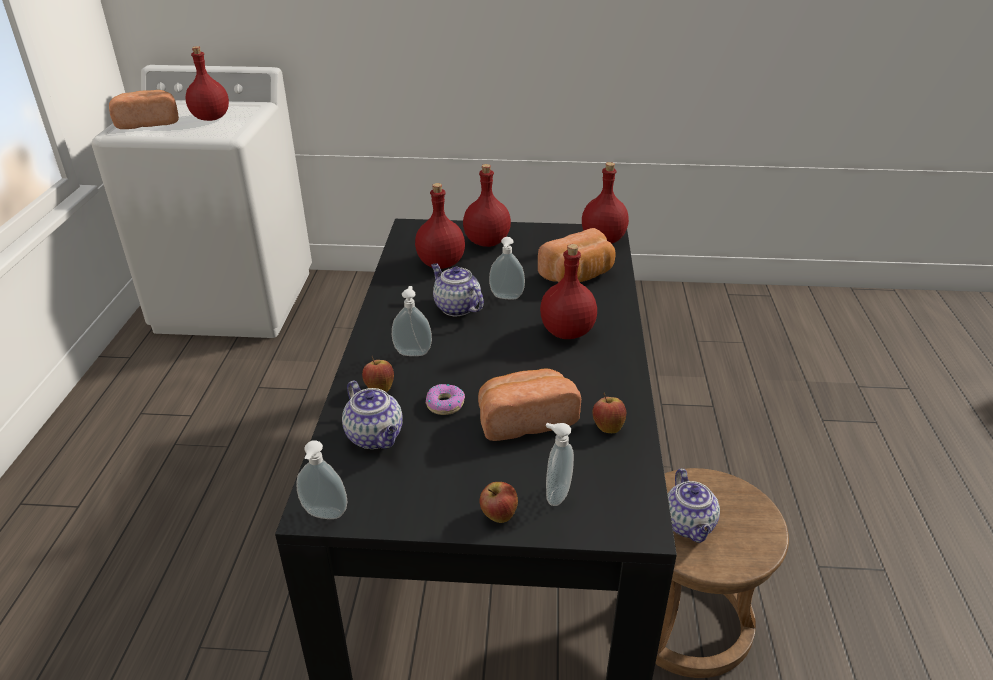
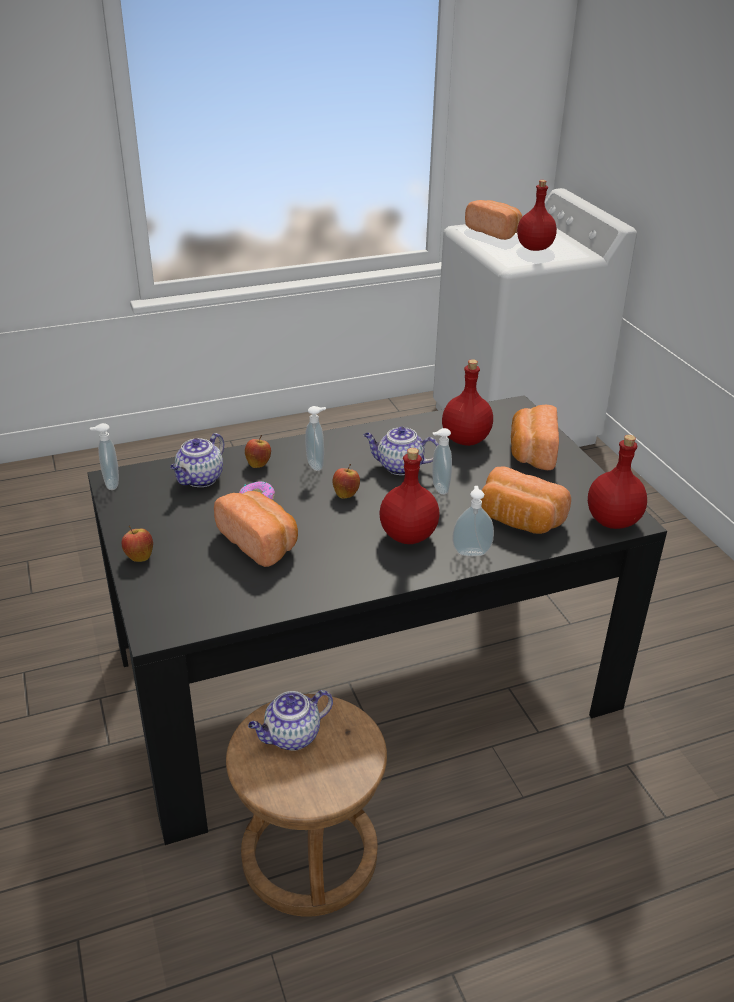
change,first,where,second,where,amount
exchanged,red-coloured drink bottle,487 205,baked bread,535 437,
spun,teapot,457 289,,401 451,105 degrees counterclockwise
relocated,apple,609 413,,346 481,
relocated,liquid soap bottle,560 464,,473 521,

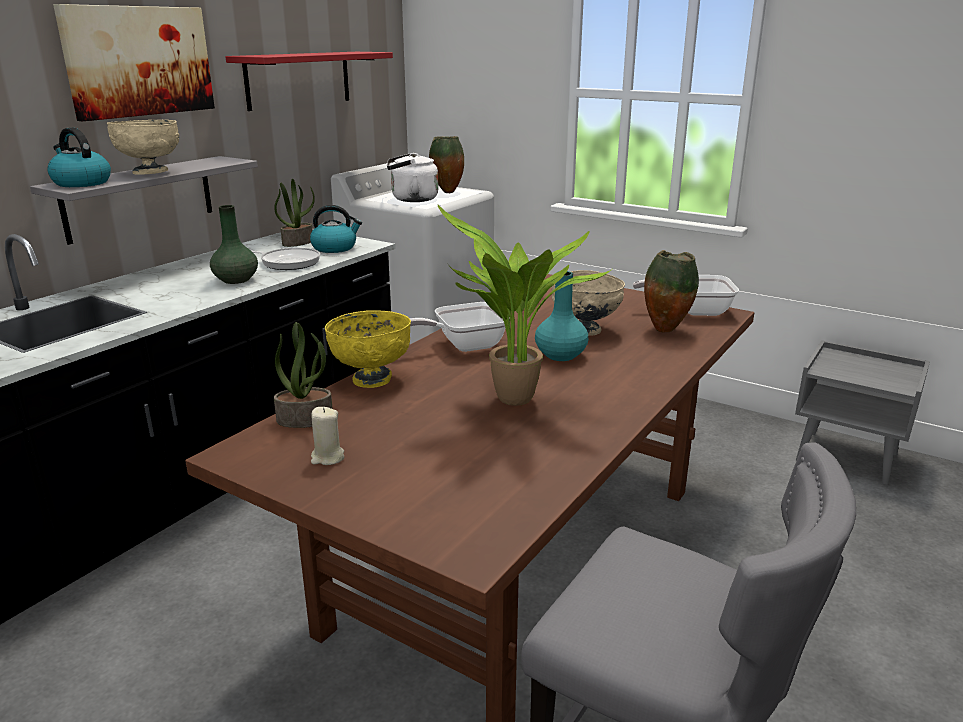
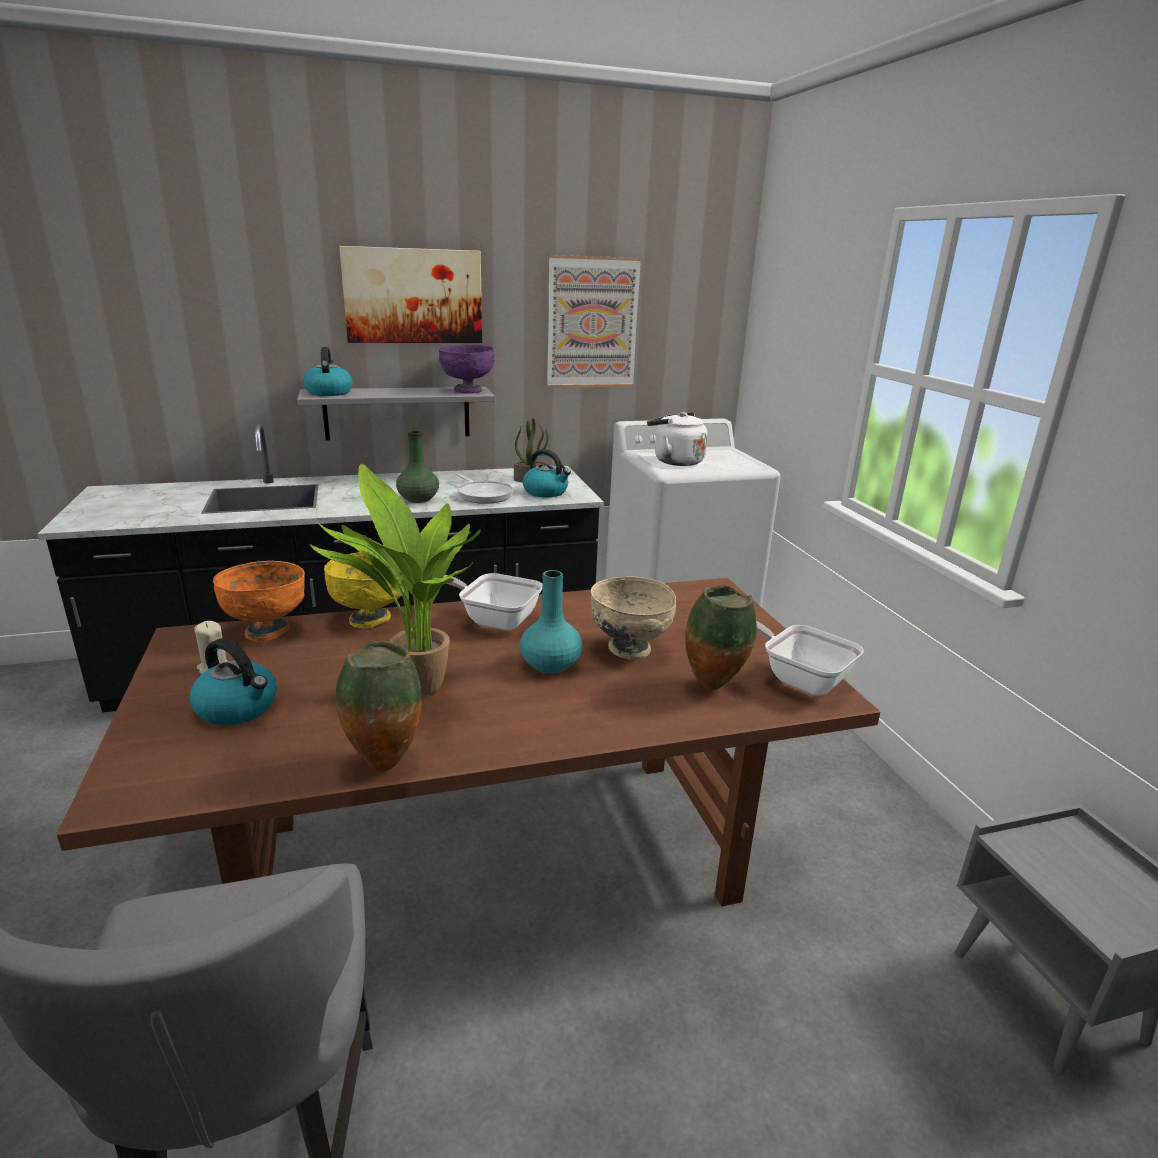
change,first,where,second,where,amount
exchanged,red-coloured wall shelf,309 81,picture,594 321,
missing,beige-coloured deep dish,143 147,,,
relocated,flower vase,446 164,,378 706,
exchanged,plant in a pot,303 375,orange-coloured deep dish,259 601,
appeared,,,purple deep dish,467 369,
appeared,,,kettle,233 681,

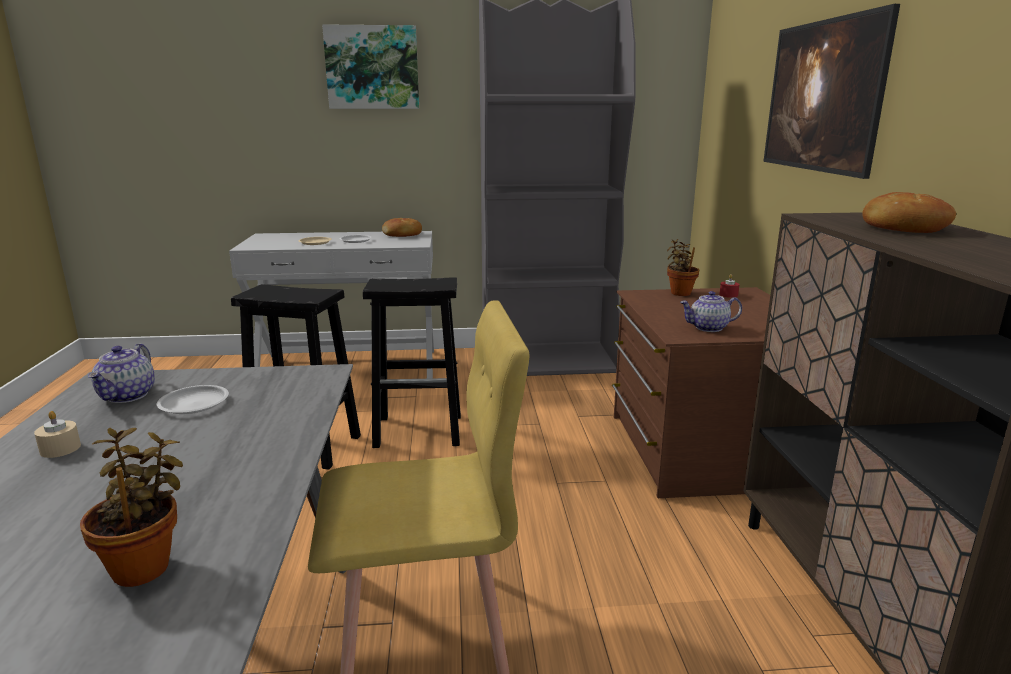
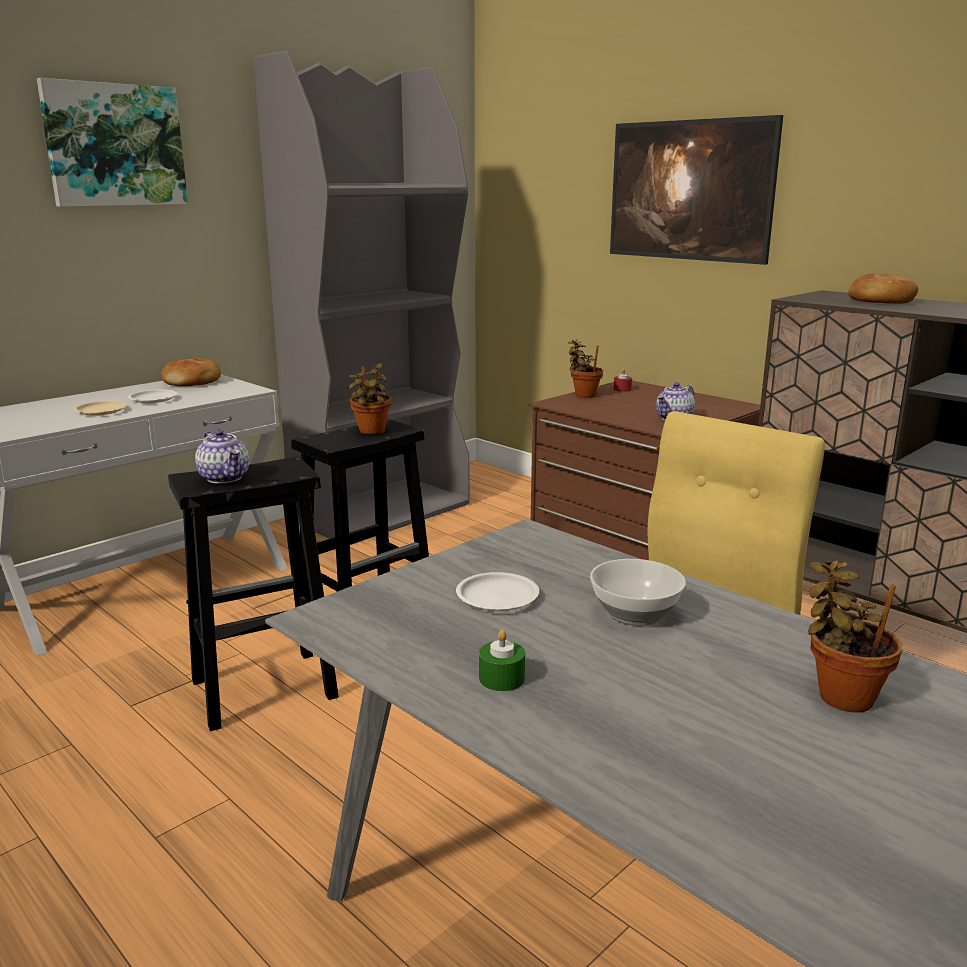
change,first,where,second,where,amount
relocated,teapot,121 373,,222 456,
colour,beige-coloured candle,57 434,greenish candle,502 660,
appeared,,,plant in a pot,369 399,
appeared,,,deep dish,638 592,

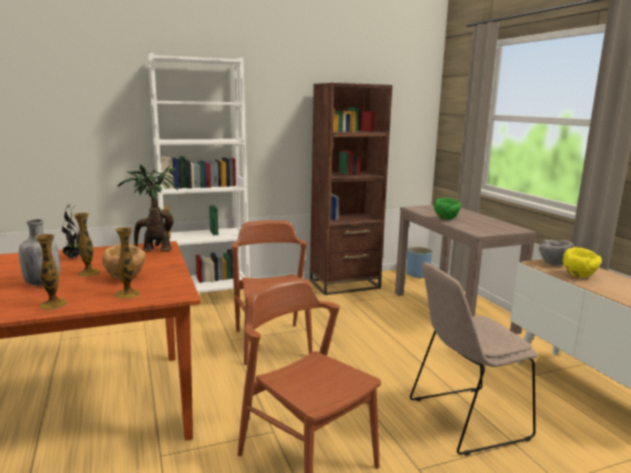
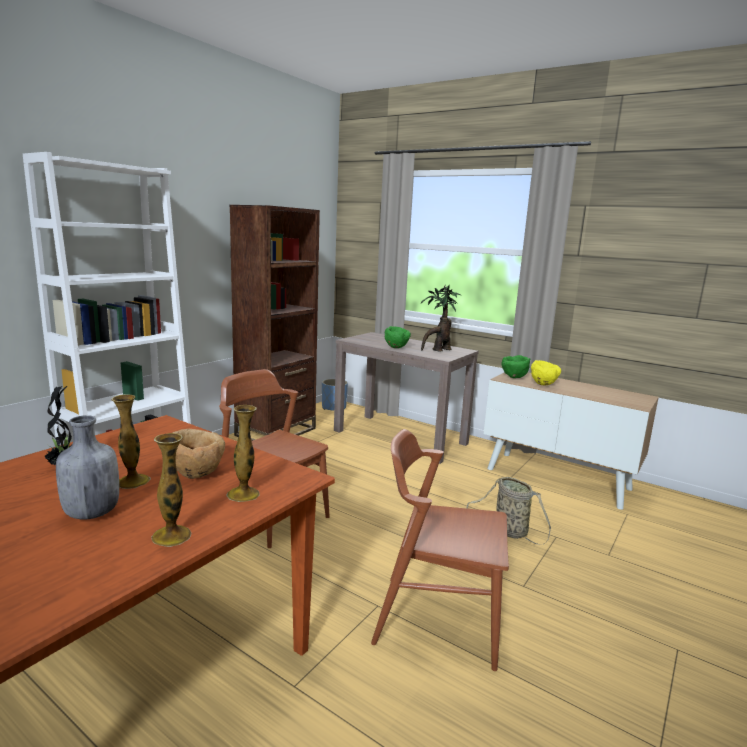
change,first,where,second,where,amount
relocated,plant in a pot,148 208,,441 318,
colour,grey deep dish,556 253,greenish deep dish,516 366,
exchanged,beige-coloured chair,474 359,household basket,509 511,

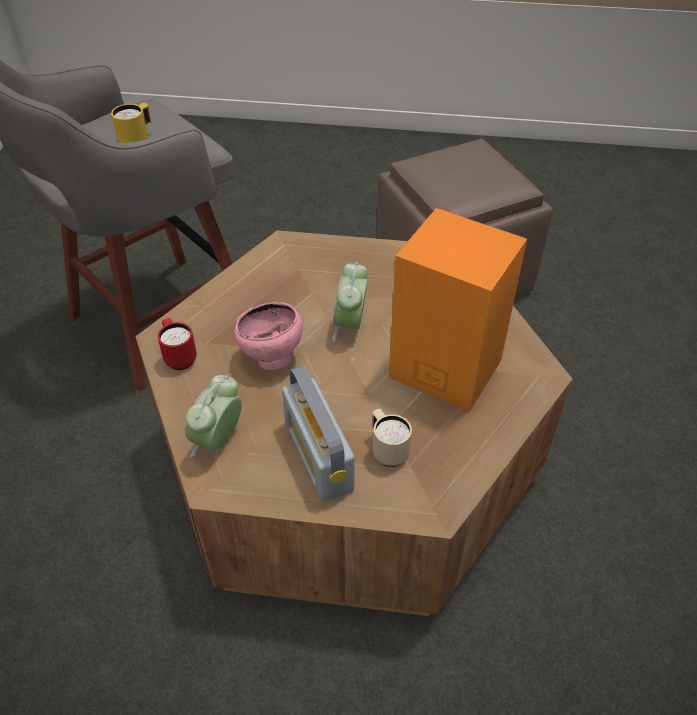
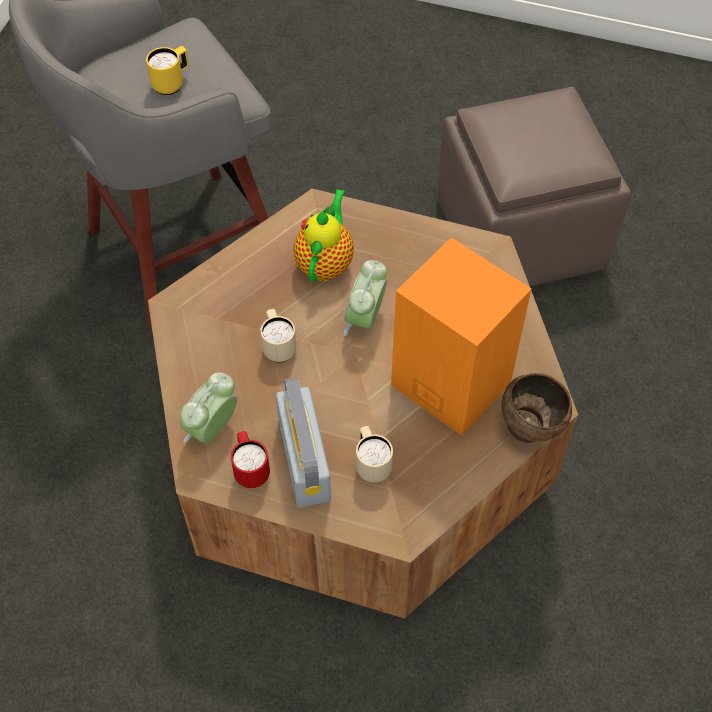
change,first,where,second,where,amount
exchanged,pink-coloured deep dish,268 336,beige-coloured tea mug,278 336,
relocated,red-coloured tea mug,177 344,,250 459,
appeared,,,teapot,323 235,
appeared,,,brown deep dish,536 408,

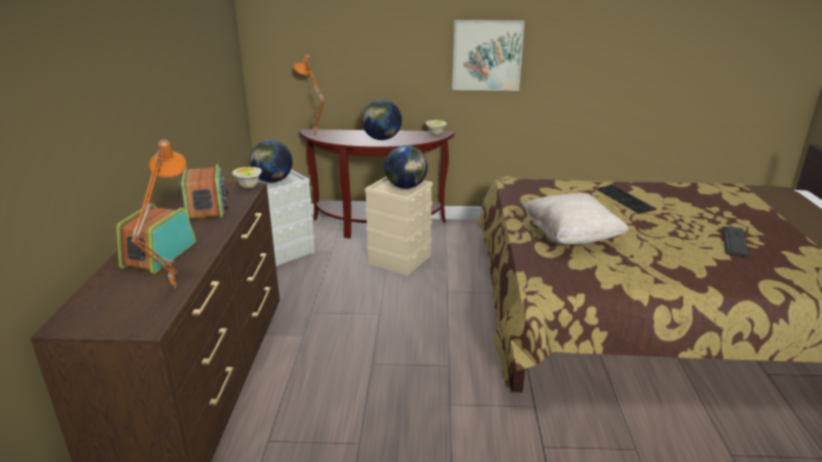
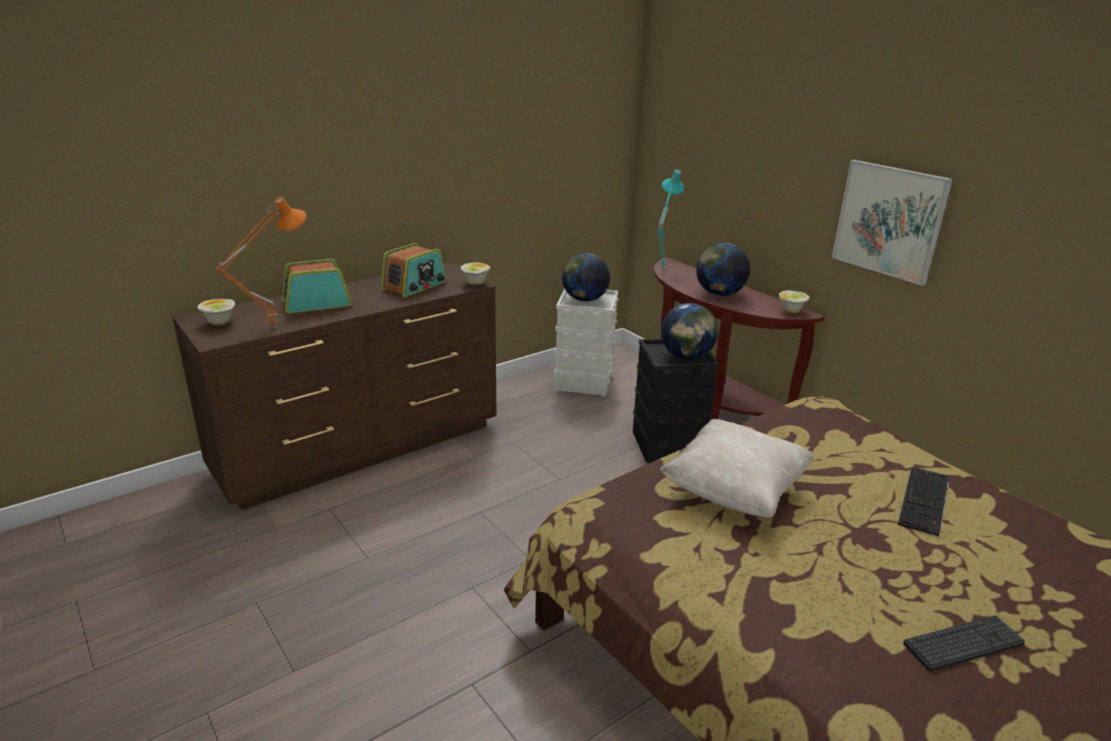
change,first,where,second,where,amount
colour,orange-coloured lamp for a table,308 95,blue-green lamp for a table,670 219,
colour,beige-coloured storage container,399 226,black-coloured storage container,676 400,
appeared,,,deep dish,216 312,

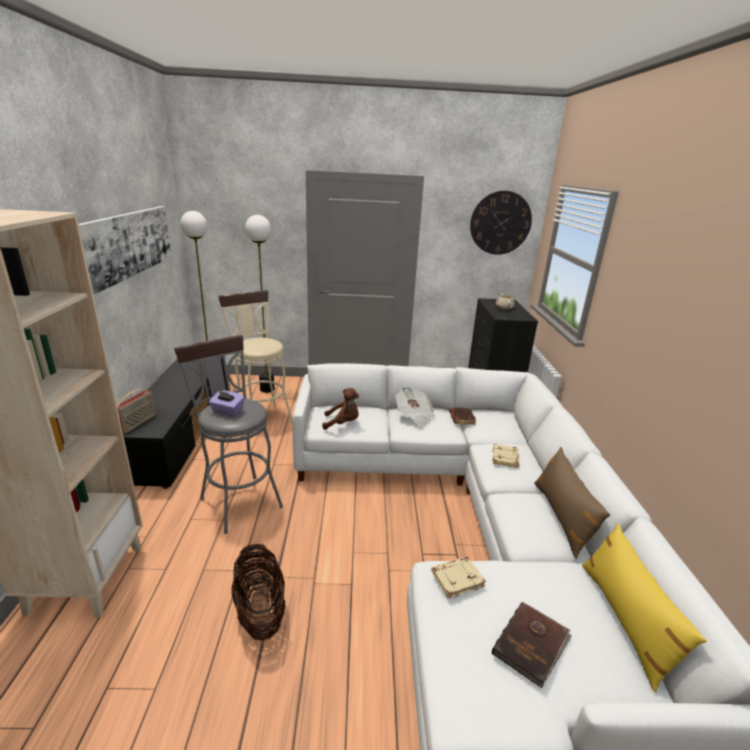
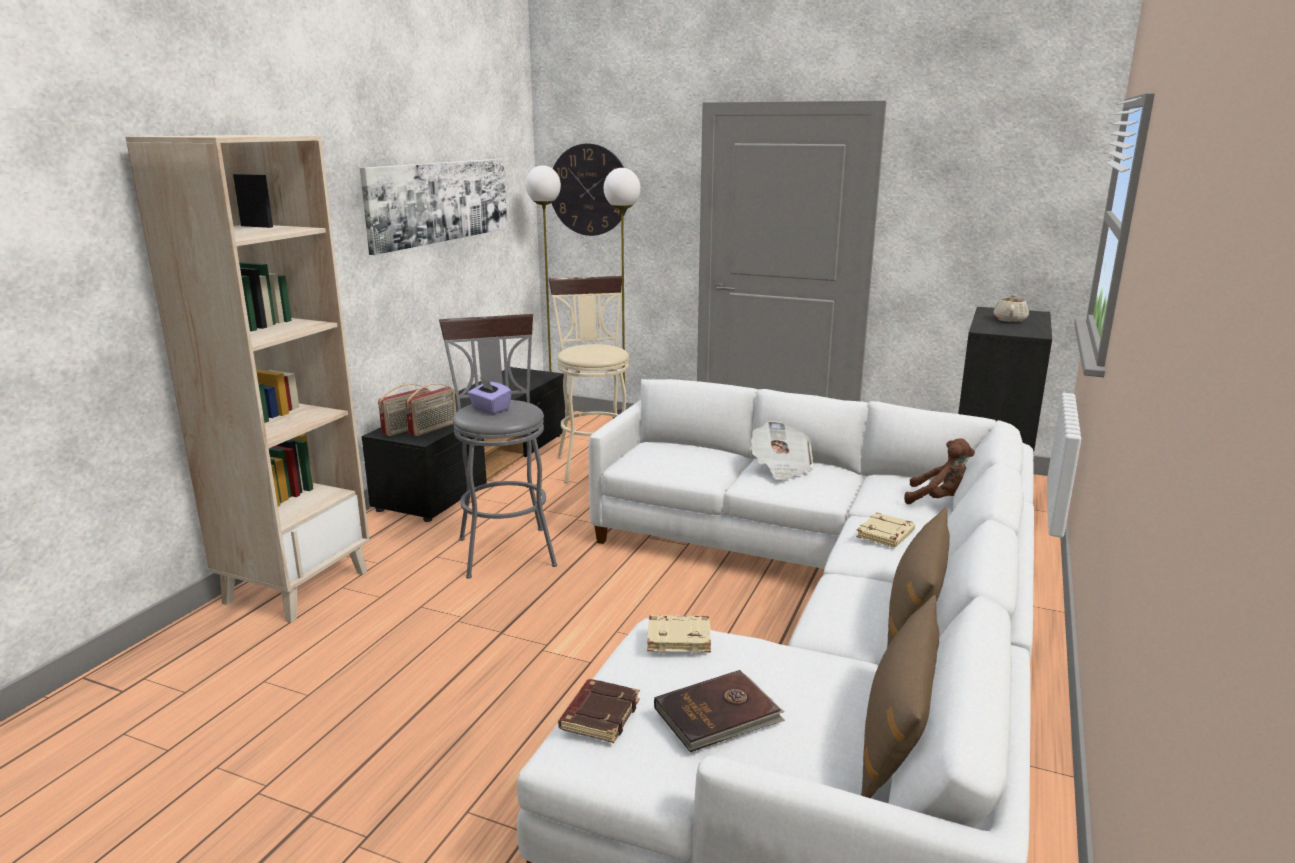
change,first,where,second,where,amount
relocated,hanging clock,501 223,,589 190,
relocated,brown soft toy,340 409,,939 471,
relocated,brown volume,462 416,,599 711,
colour,yellowish throw pillow,644 608,brown throw pillow,900 696,
missing,household basket,258 592,,,
appeared,,,radio set,431 409,

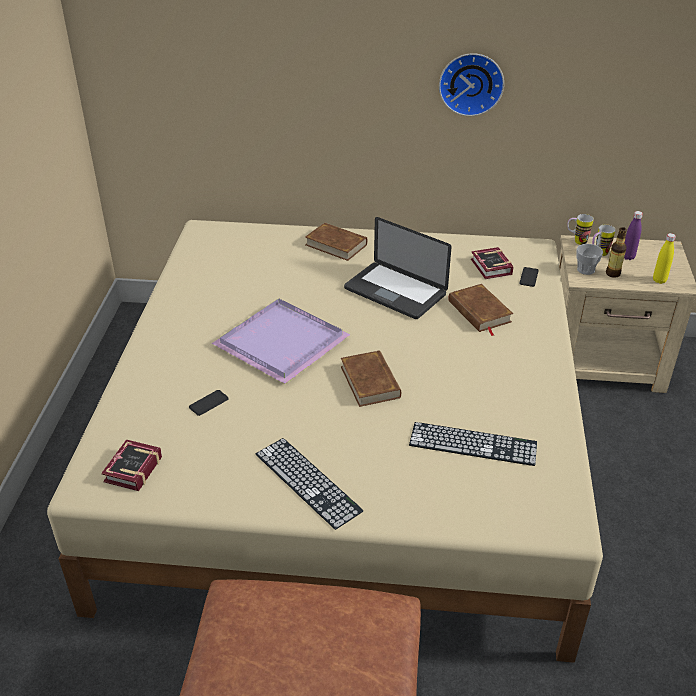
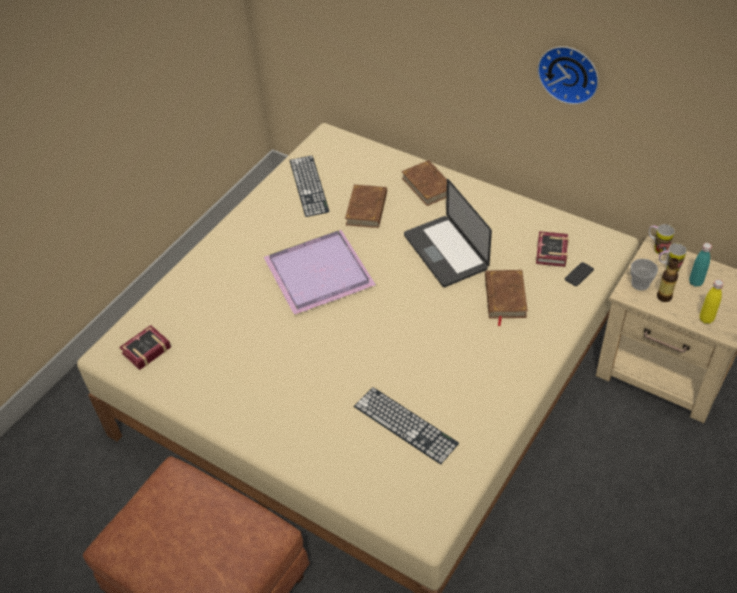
change,first,where,second,where,amount
colour,purple drink bottle,633 235,blue-green drink bottle,700 265,
relocated,brown volume,371 378,,366 206,
missing,telephone,208 403,,,
relocated,keyboard,310 484,,310 186,

